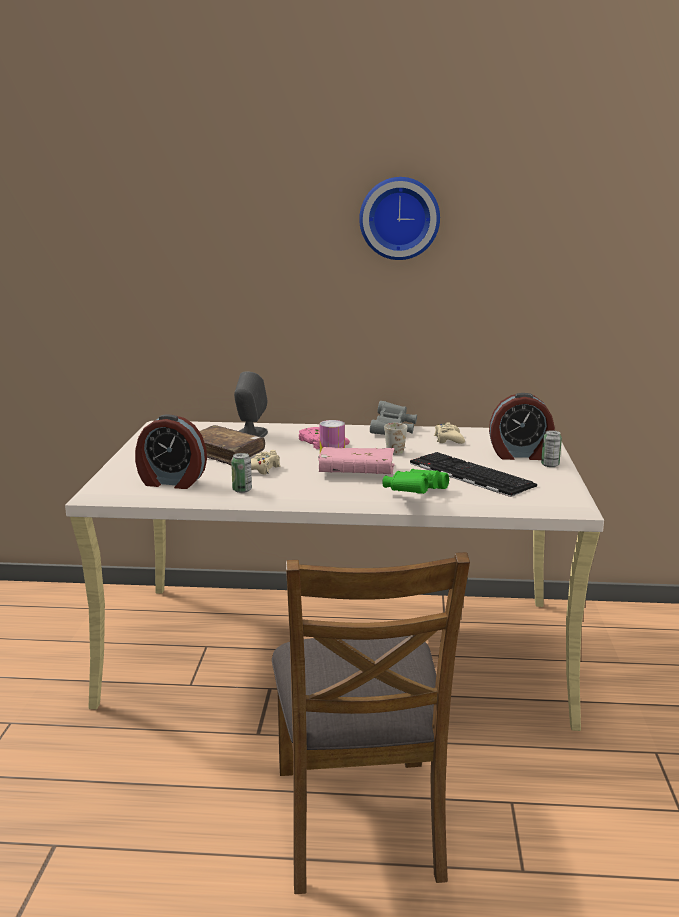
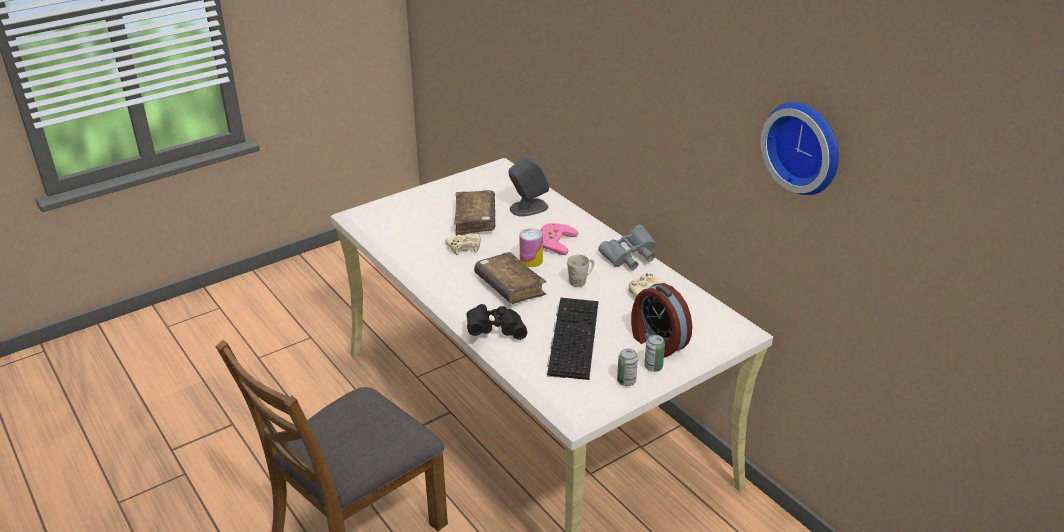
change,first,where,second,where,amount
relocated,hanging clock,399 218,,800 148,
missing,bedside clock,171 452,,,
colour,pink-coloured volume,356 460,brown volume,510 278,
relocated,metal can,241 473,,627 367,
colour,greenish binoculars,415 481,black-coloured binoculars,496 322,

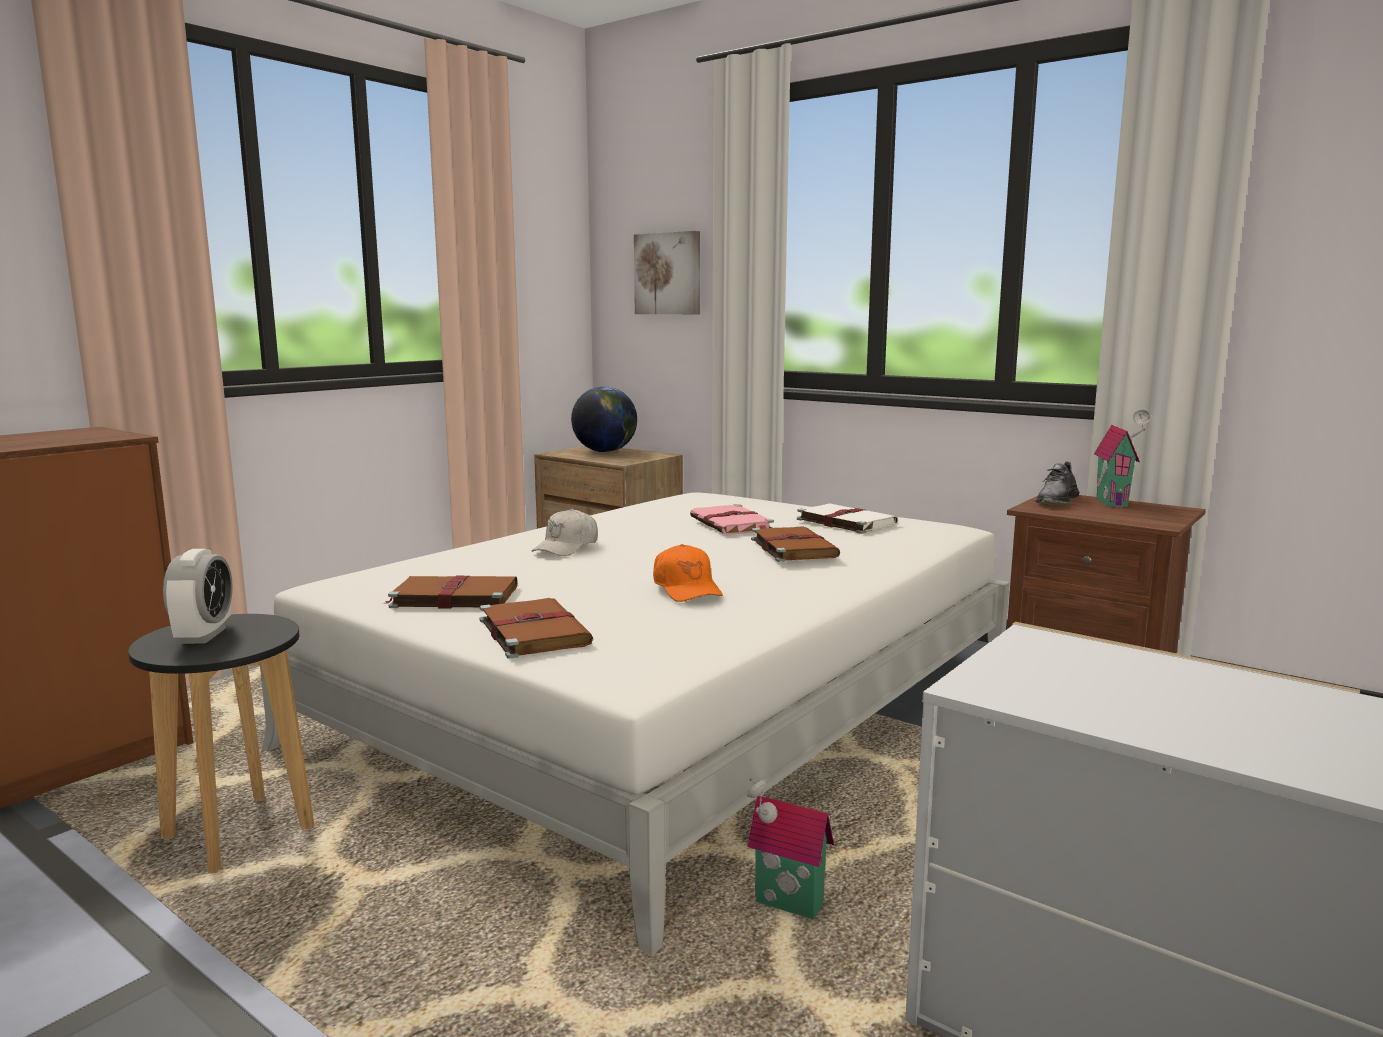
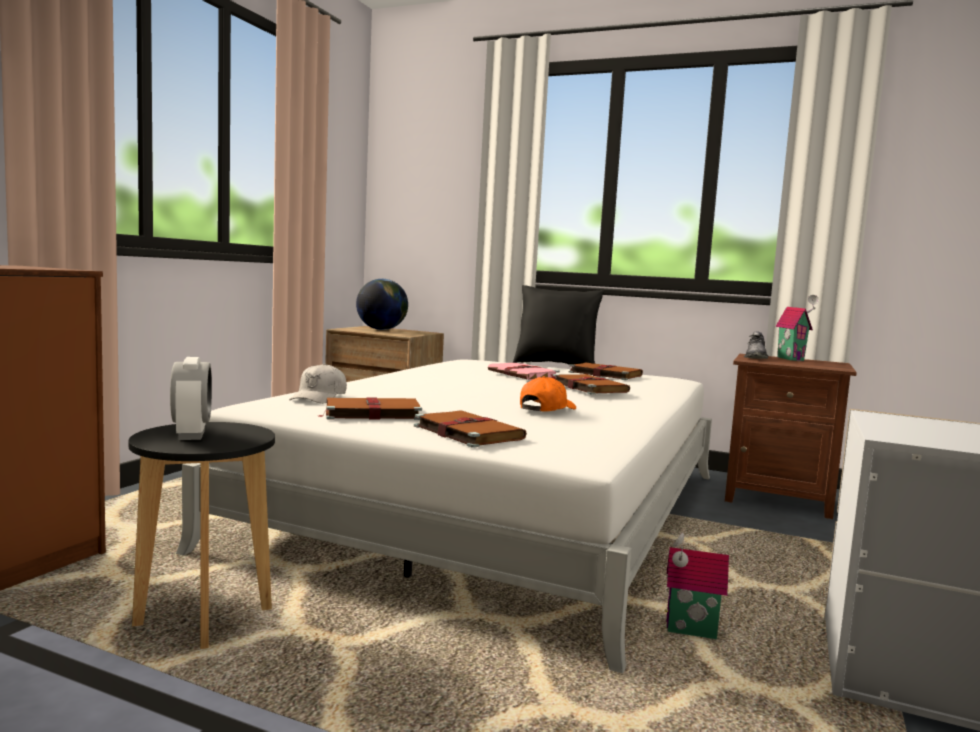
change,first,where,second,where,amount
missing,picture,667 272,,,
colour,white-coloured volume,847 518,brown volume,606 371,
relocated,white-coloured peaked cap,565 532,,318 383,
spun,orange-coloured peaked cap,688 573,,548 394,105 degrees counterclockwise
appeared,,,black-coloured throw pillow,558 325,

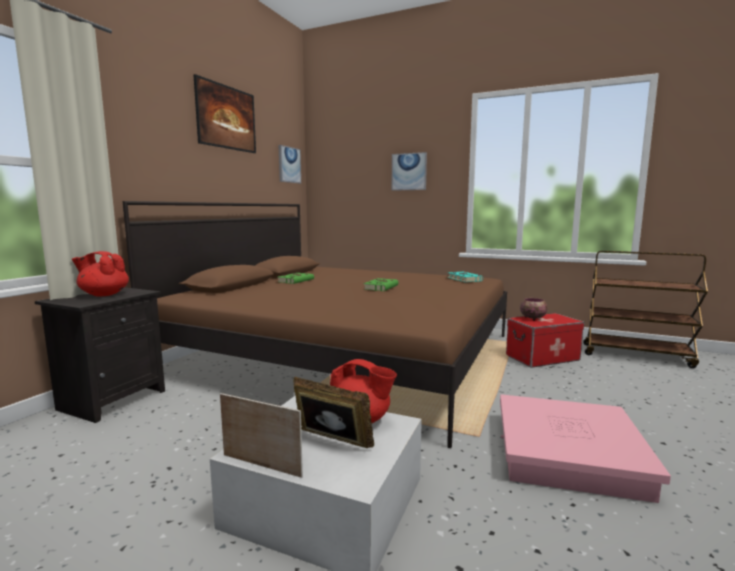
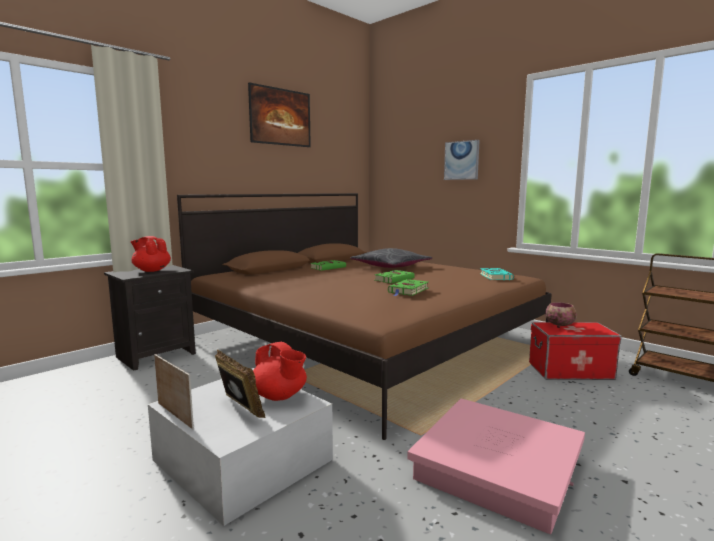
change,first,where,second,where,amount
missing,picture,290 164,,,
appeared,,,grey throw pillow,391 258,
appeared,,,greenish volume,408 287,

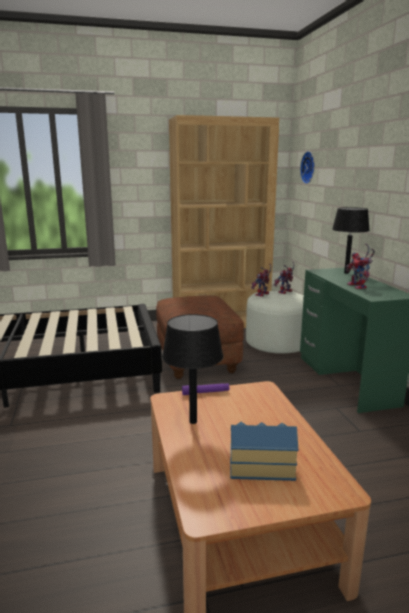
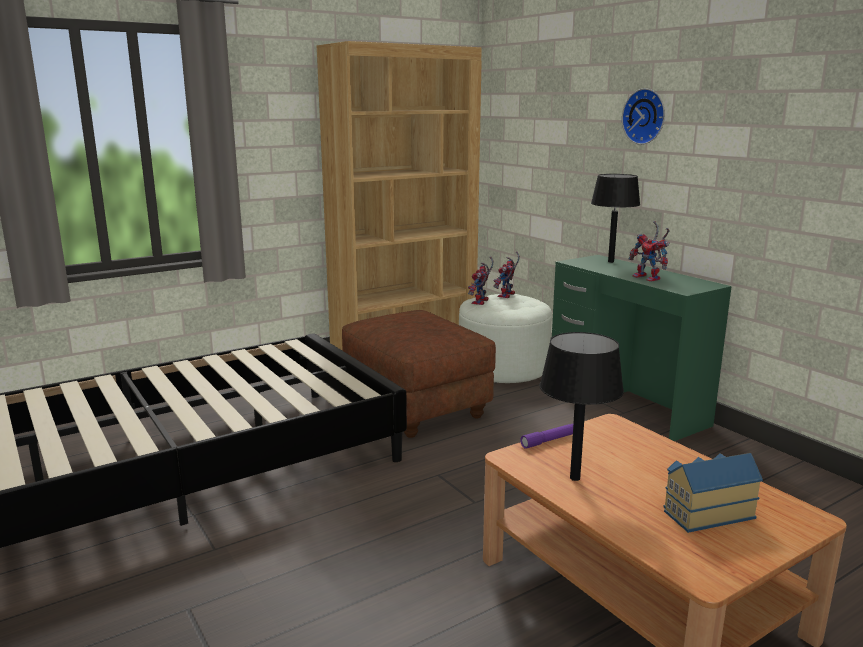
change,first,where,second,where,amount
relocated,hanging clock,307 167,,643 116,

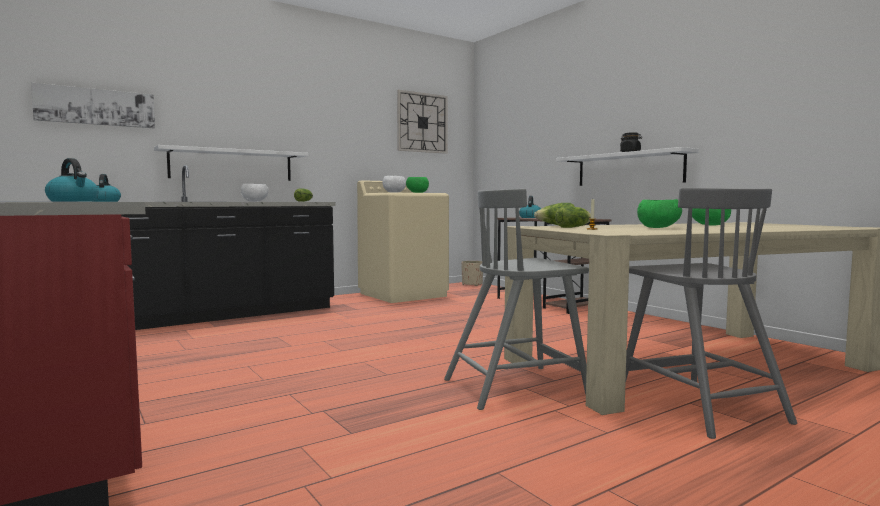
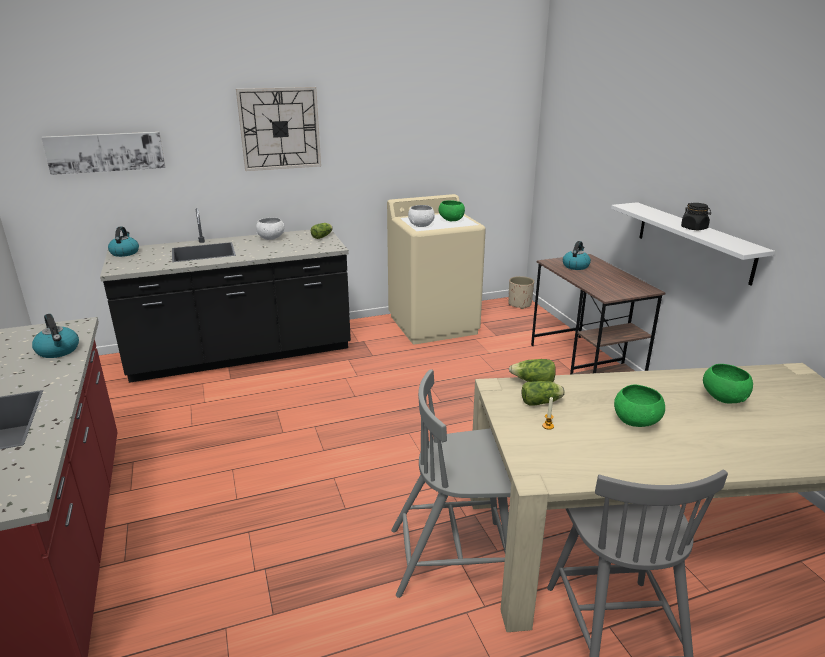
change,first,where,second,where,amount
relocated,hanging clock,422 122,,278 129,
missing,white-coloured wall shelf,231 163,,,

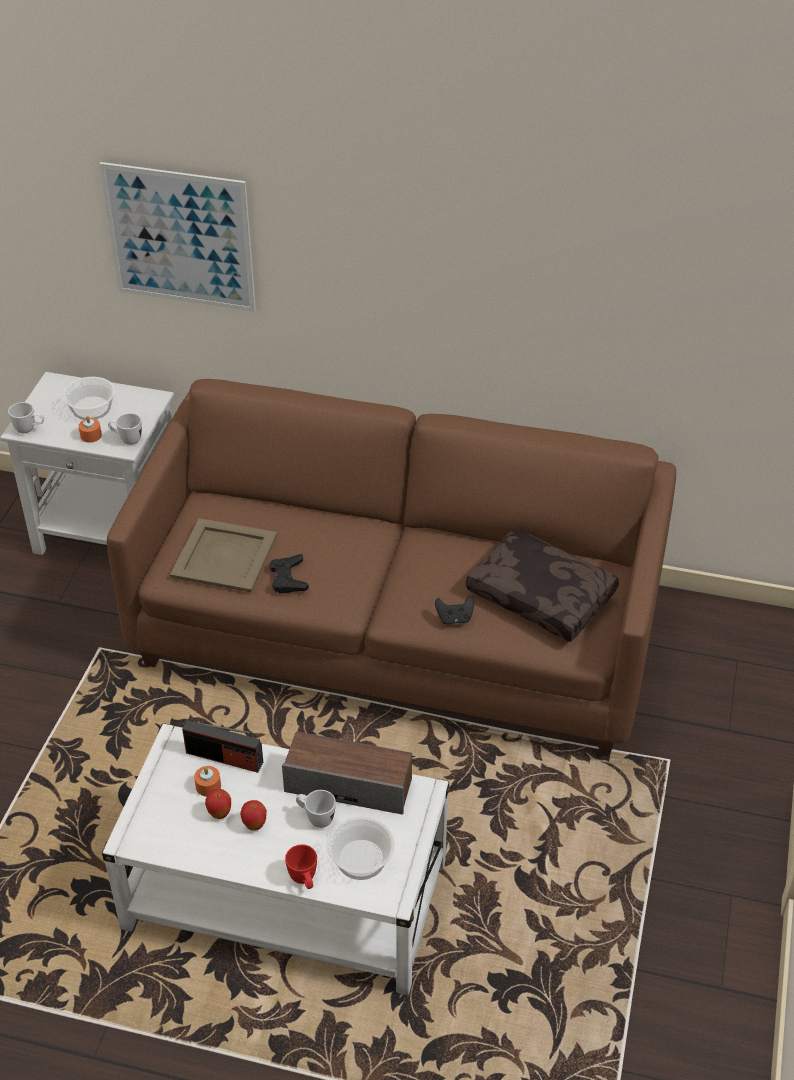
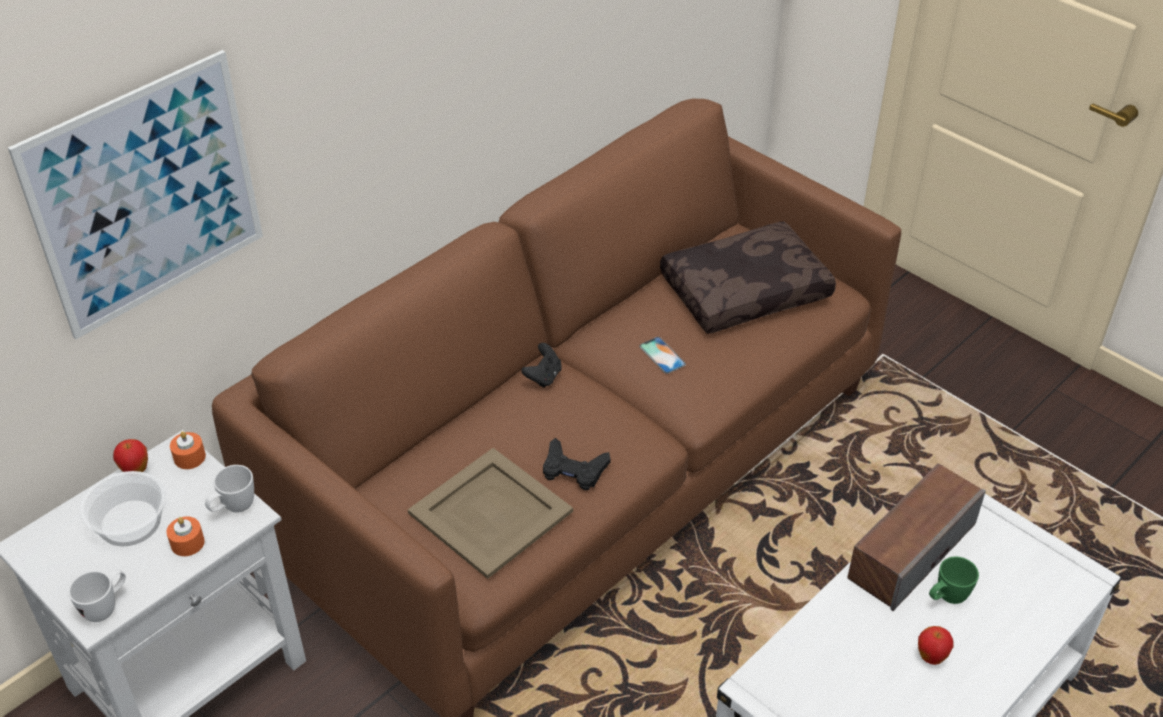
change,first,where,second,where,amount
relocated,black-coloured gamepad,454 610,,541 365,
missing,radio set,222 746,,,
relocated,orange-coloured candle,207 781,,188 450,
relocated,apple,218 804,,130 455,
colour,white-coloured tea mug,316 809,greenish tea mug,954 580,
missing,deep dish,361 848,,,
missing,red-coloured tea mug,301 866,,,
appeared,,,telephone,662 355,

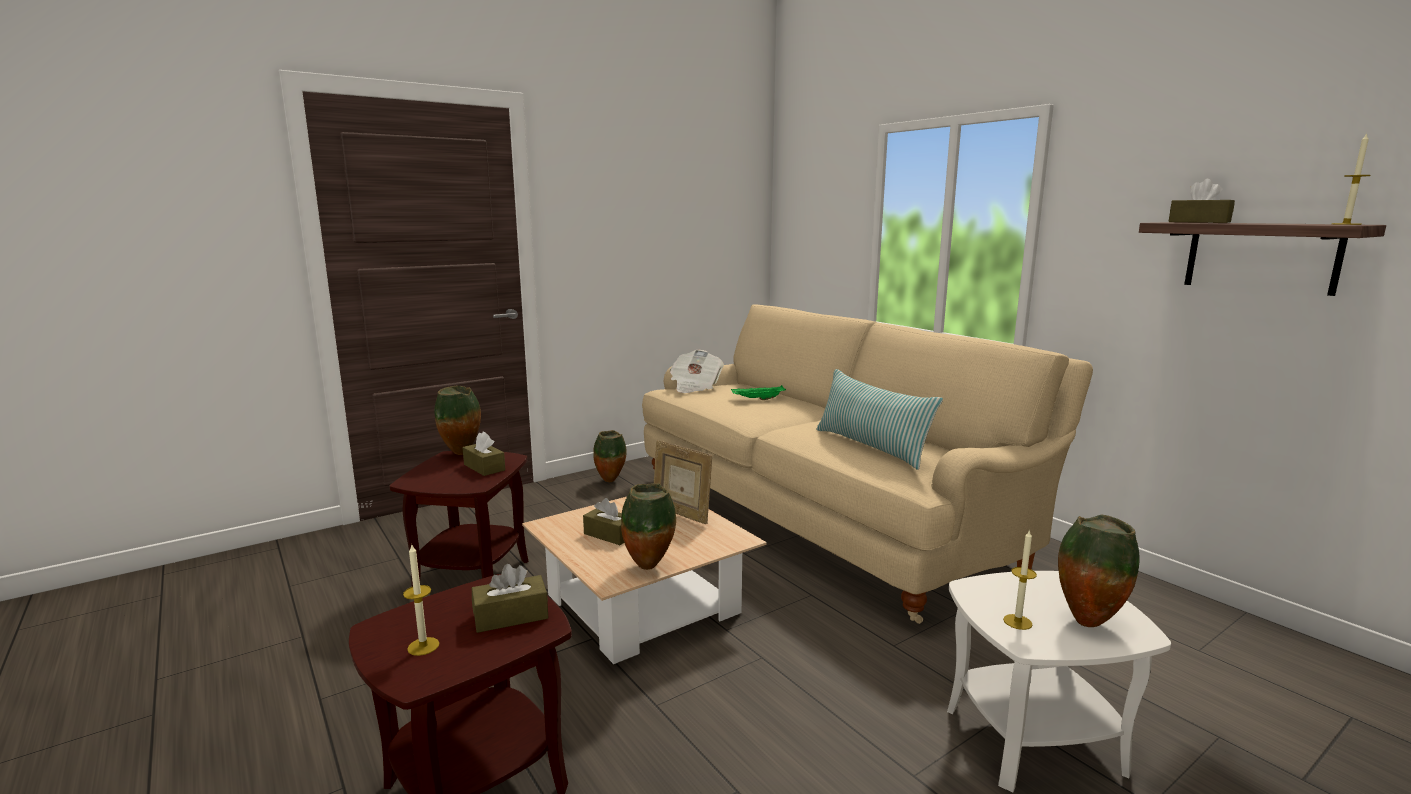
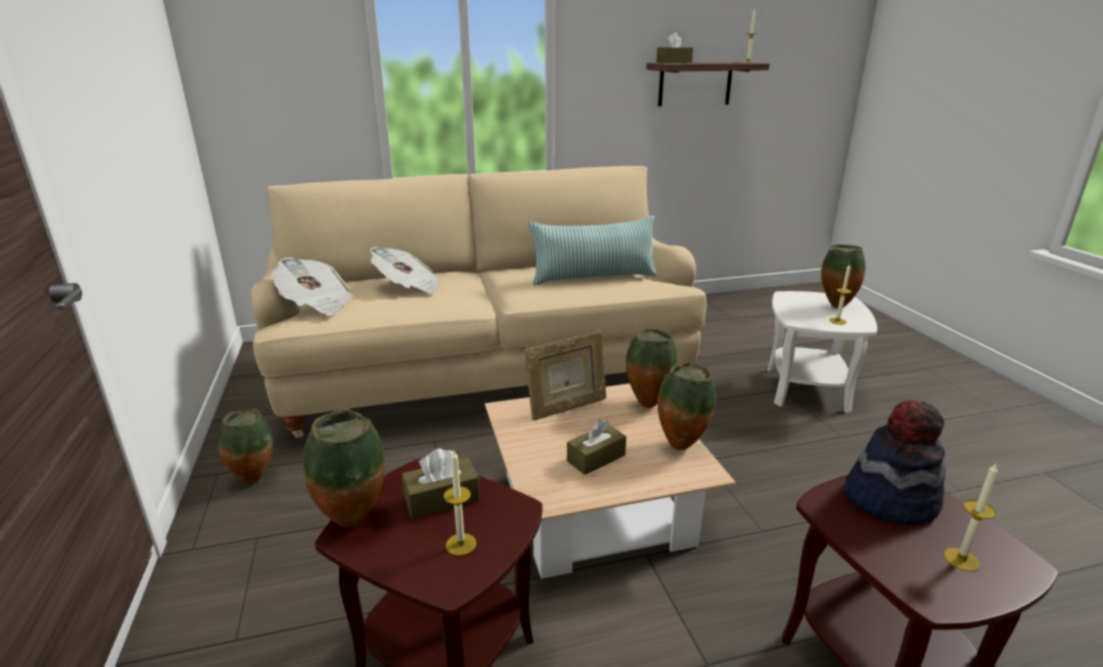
change,first,where,second,where,amount
exchanged,greenish tray,758 392,printed paper,404 270,
exchanged,brown tissue box,510 598,clothing hat,895 462,
appeared,,,flower vase,651 368,
appeared,,,candle,460 502,

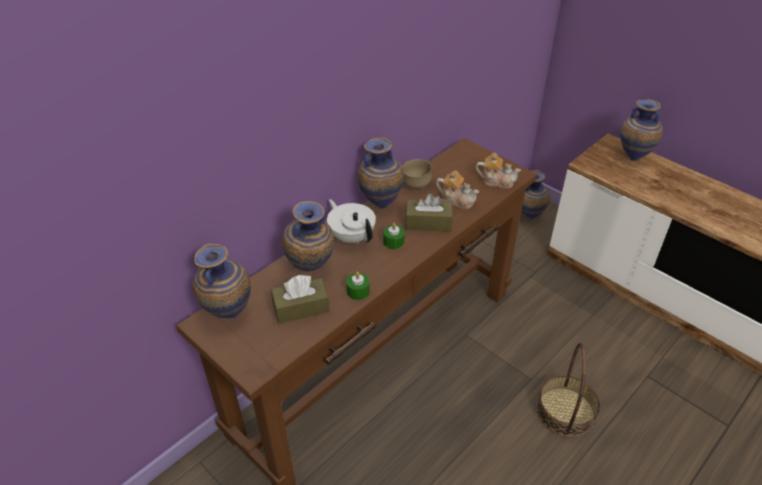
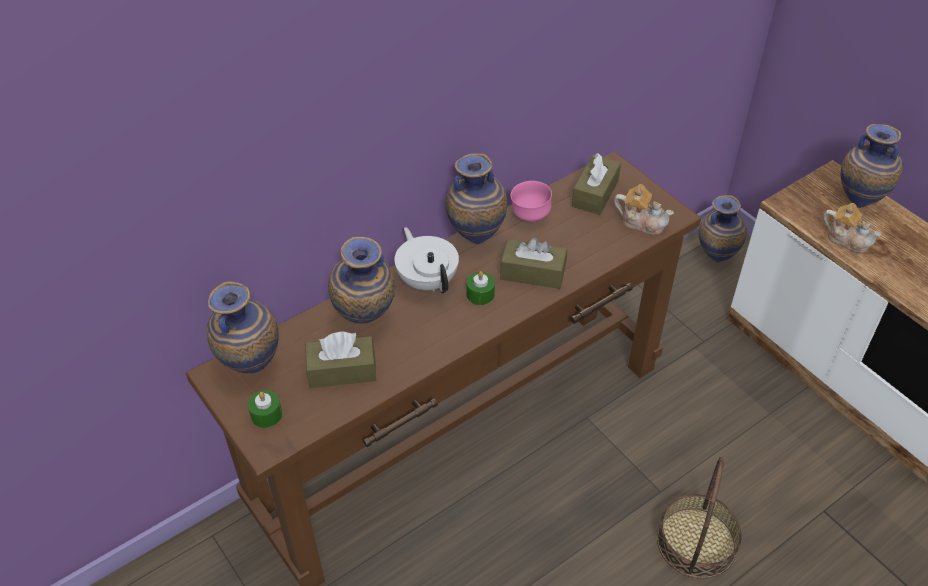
change,first,where,second,where,amount
colour,brown deep dish,417 174,pink-coloured deep dish,531 201,
relocated,teapot,457 189,,853 228,
relocated,greenish candle,358 286,,265 409,
appeared,,,brown tissue box,596 184,

